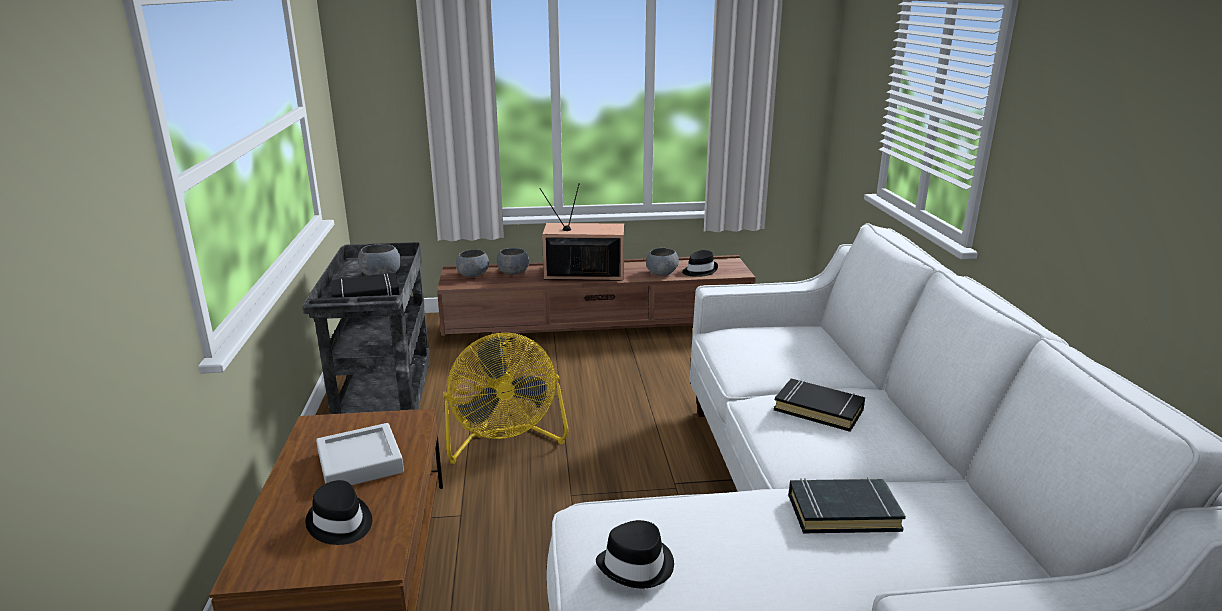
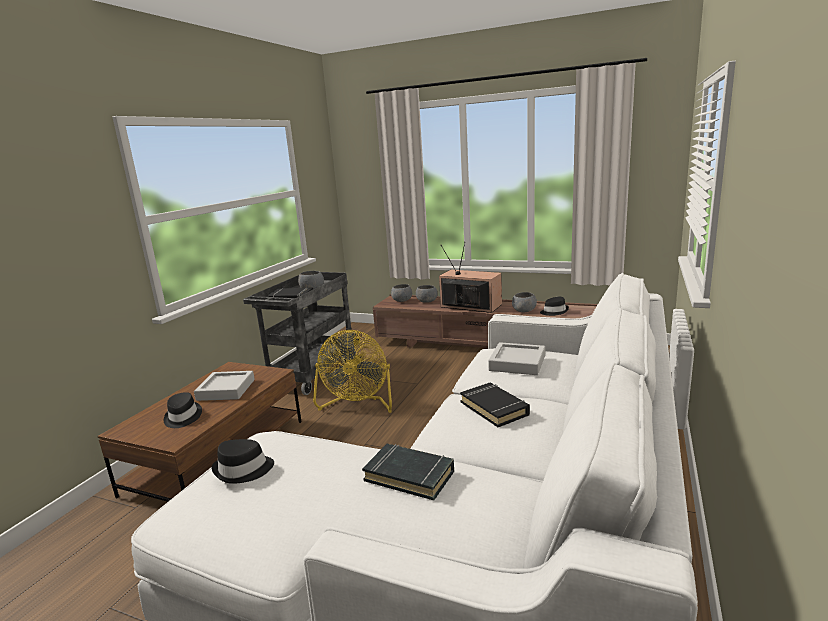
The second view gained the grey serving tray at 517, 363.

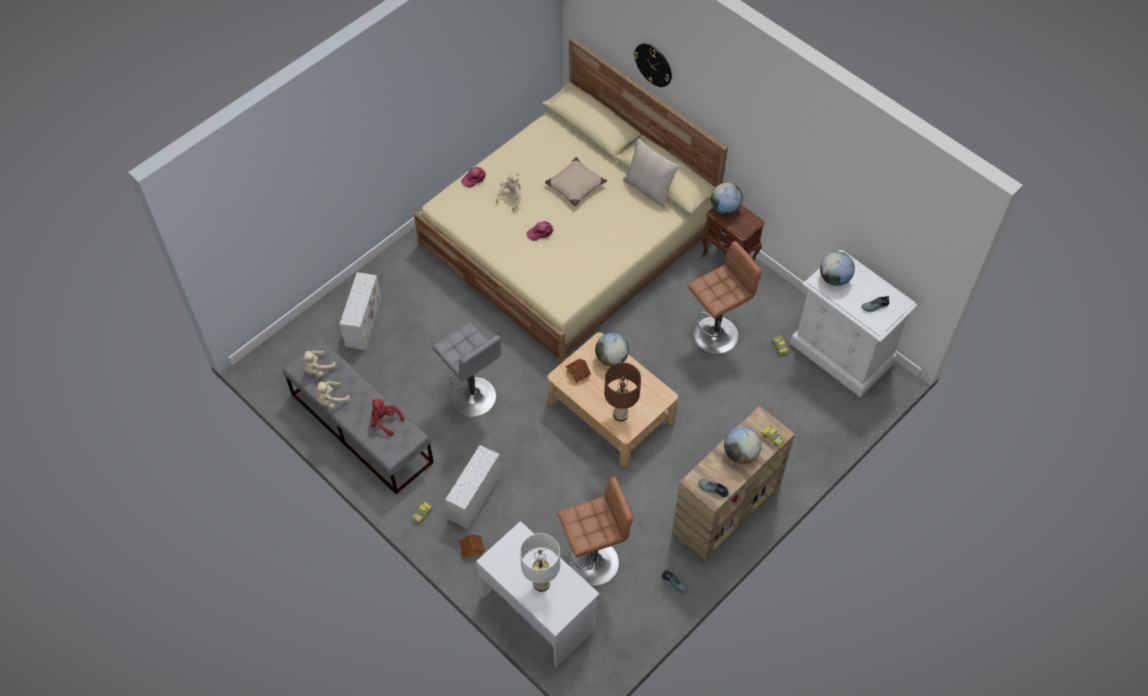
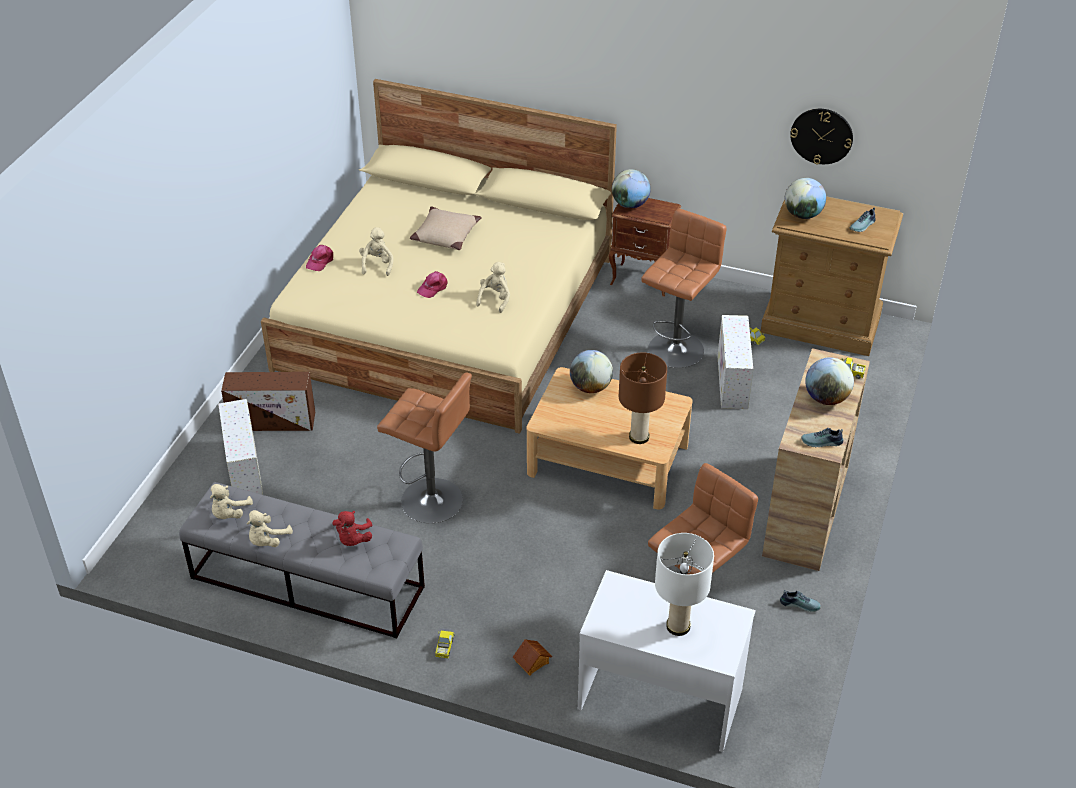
The second view lost the toy house at 578, 373.
The second view lost the beige-coloured throw pillow at 649, 189.
The second view gained the brown-coloured storage bin at 274, 421.
The second view gained the beige-coloured soft toy at 495, 299.
The whitish storage bin ended up elsewhere, having gone from 474, 498 to 732, 382.
The hanging clock ended up elsewhere, having gone from 653, 64 to 821, 136.
What was the grey sitting stool at 473, 397 turned into the brown-coloured sitting stool at 432, 501.
What was the whitish drawer chest at 841, 353 turned into the brown-coloured drawer chest at 821, 324.
The reddish soft toy at 384, 421 ended up facing another way, 90 degrees counterclockwise from before.

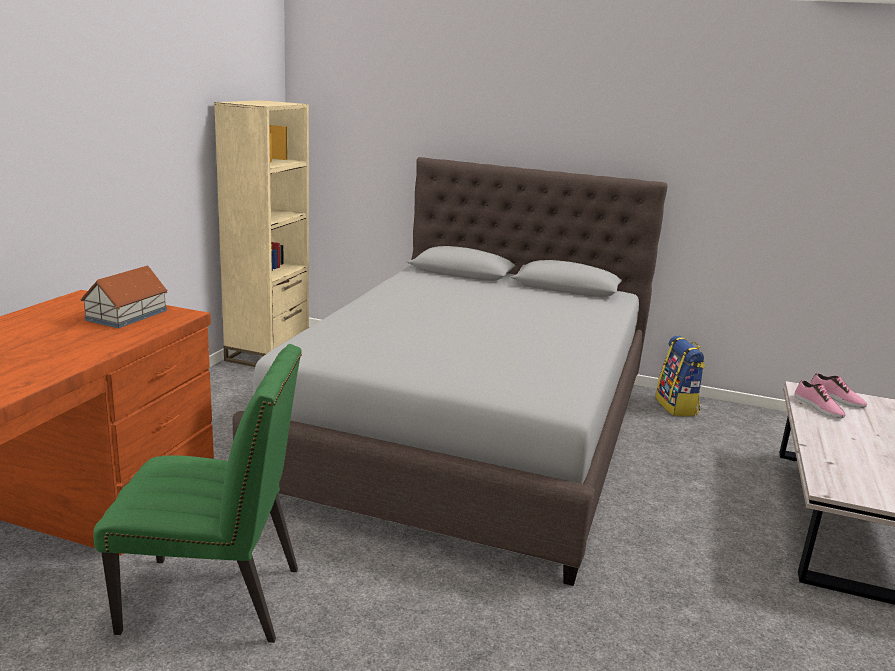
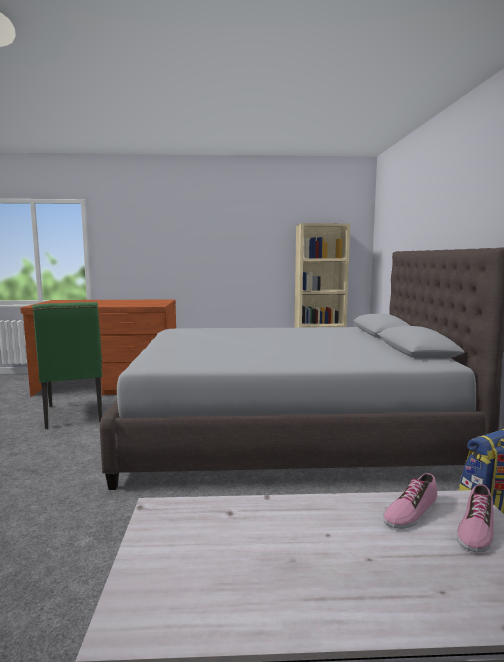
The second view lost the toy house at 127, 315.

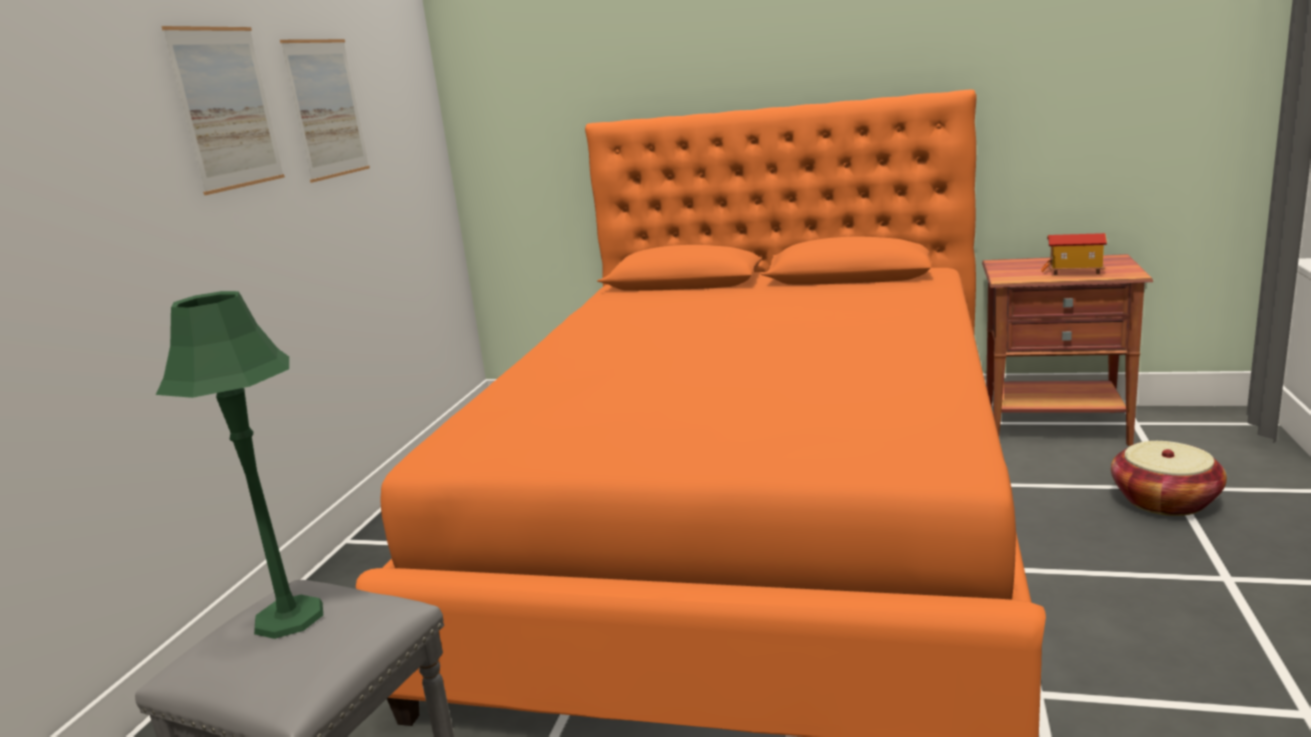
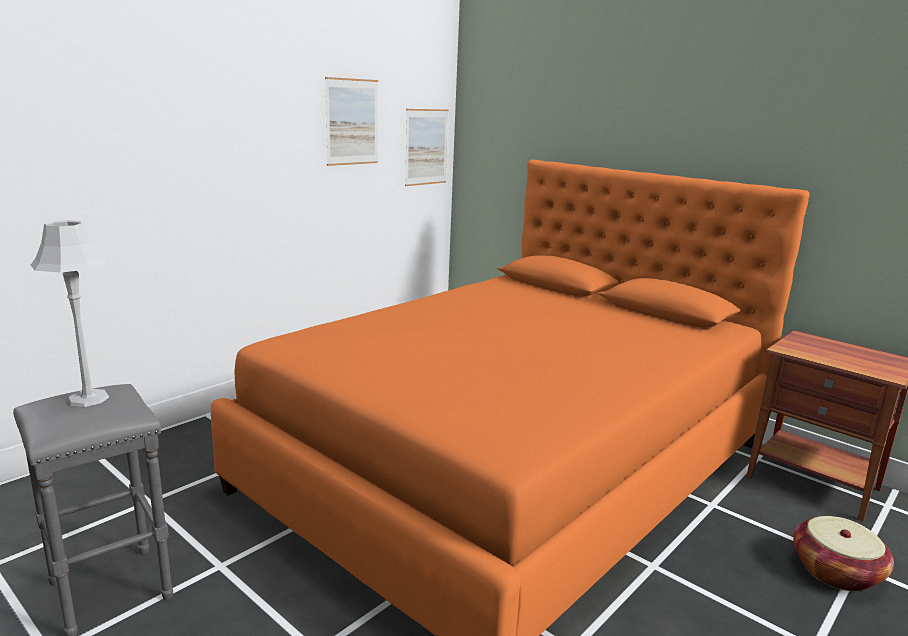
The second view lost the toy house at 1074, 271.
The wall art ended up elsewhere, having gone from 227, 108 to 426, 147.
What was the green tabletop lamp at 289, 618 turned into the grey tabletop lamp at 88, 398.

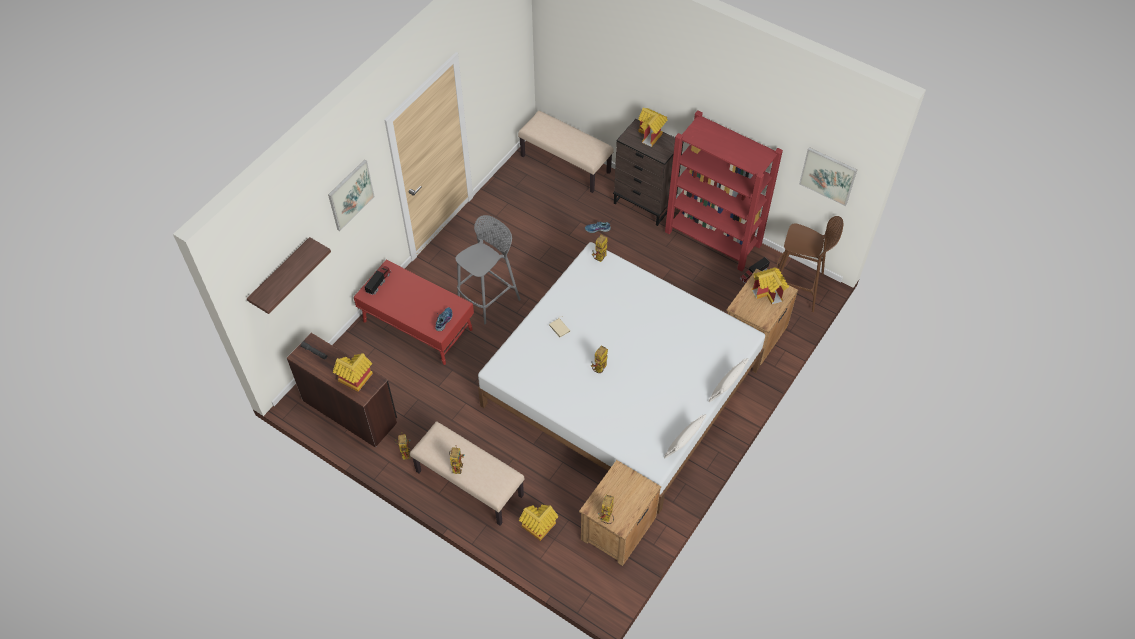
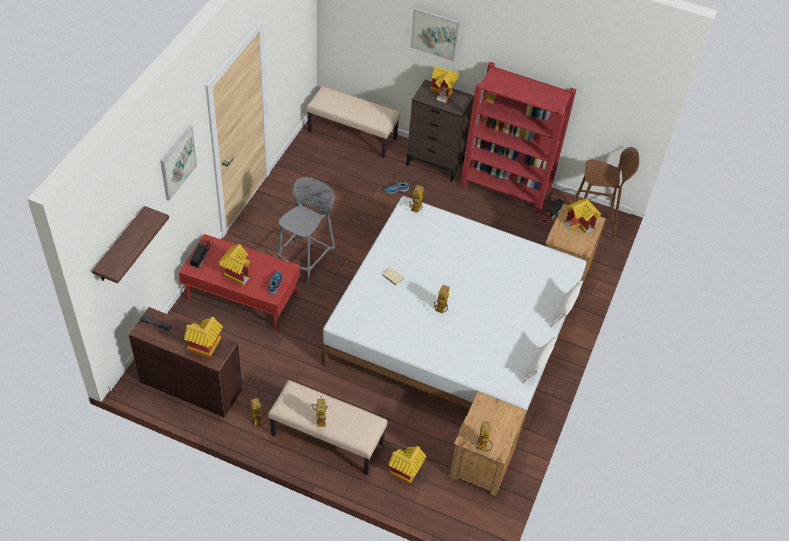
The second view gained the toy house at 236, 273.
The wall art ended up elsewhere, having gone from 828, 176 to 435, 34.

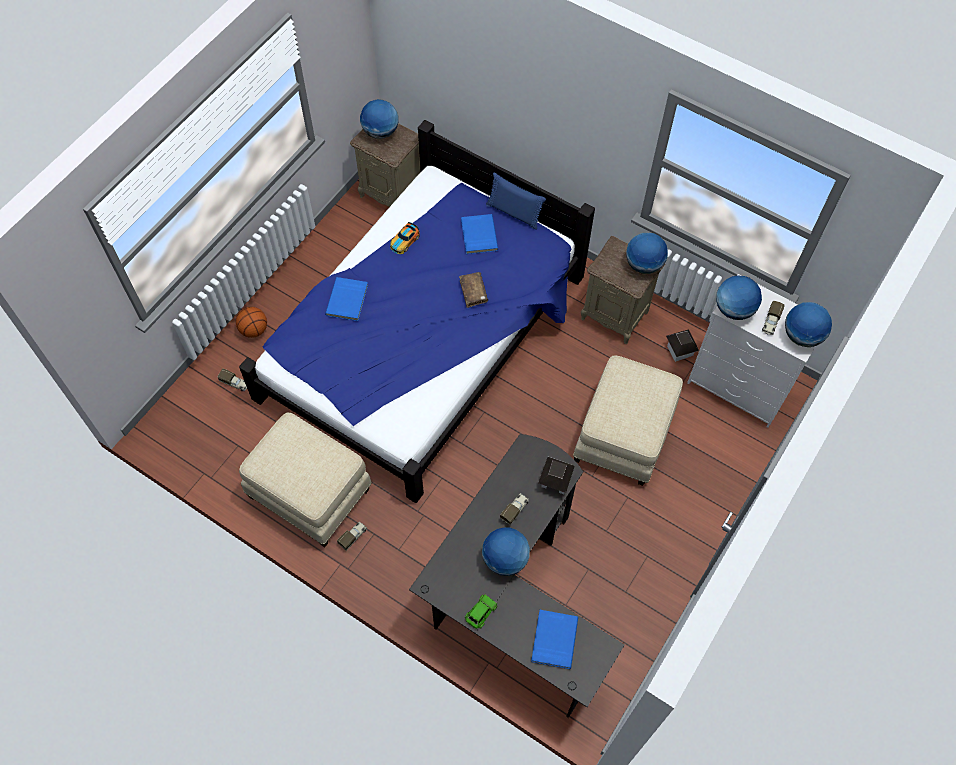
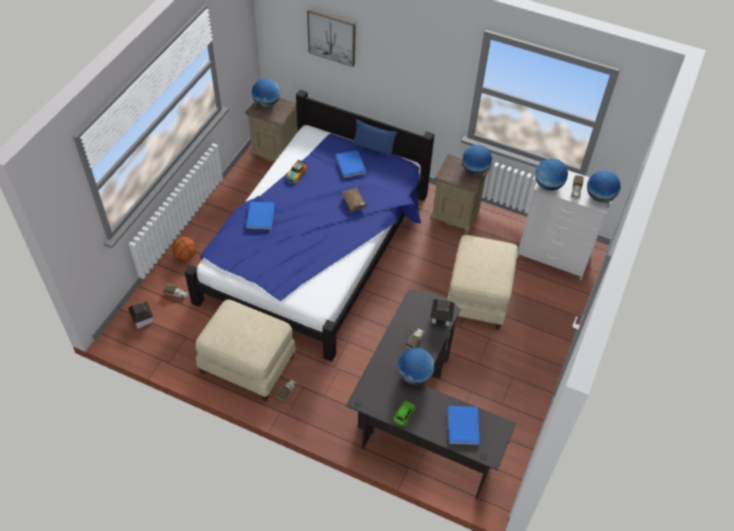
The second view gained the wall art at 332, 37.
The toy house ended up elsewhere, having gone from 680, 350 to 142, 319.

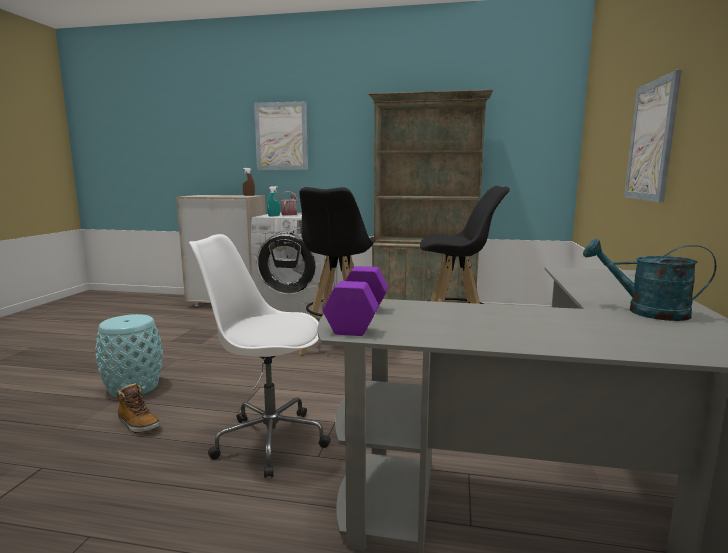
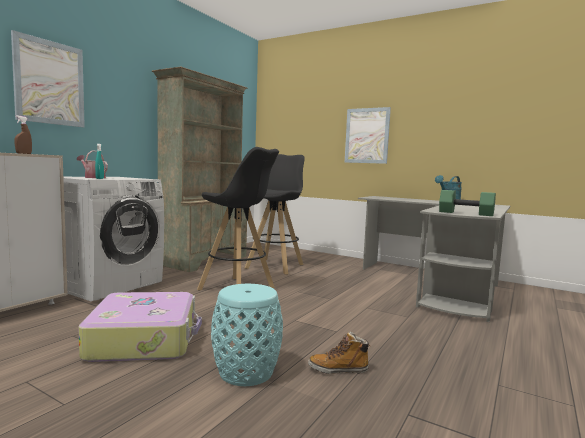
The second view lost the whitish desk chair at 267, 441.
The second view gained the travel case at 145, 339.
What was the purple-coloured hand weight at 357, 319 turned into the green hand weight at 465, 213.
The tall boot at 138, 424 ended up facing another way, 150 degrees counterclockwise from before.

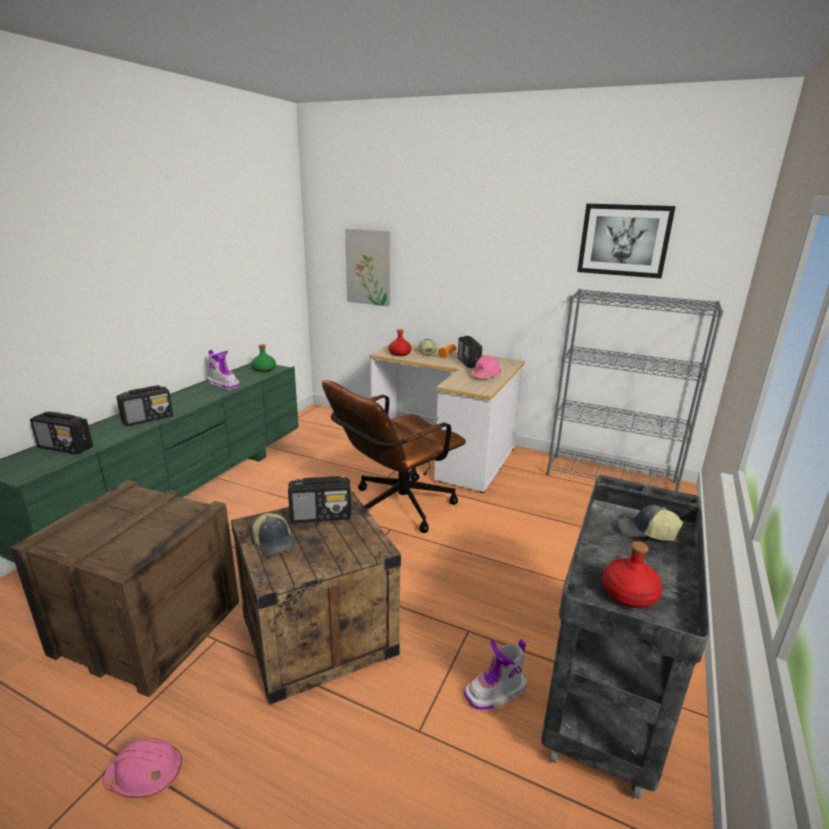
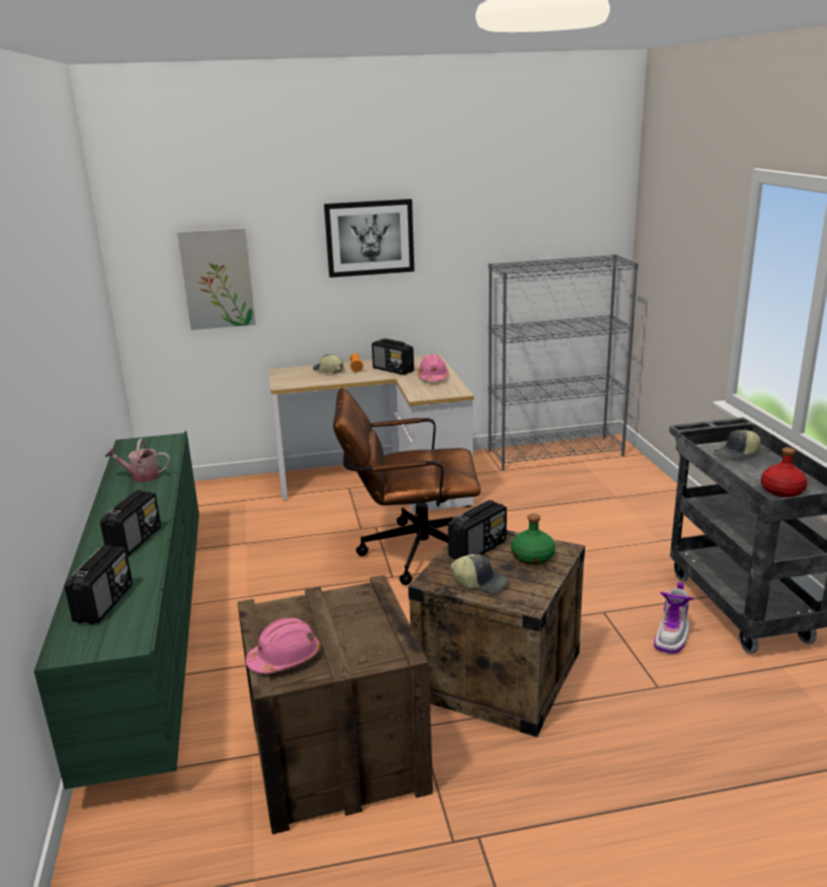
The second view lost the reddish drink bottle at 400, 354.
The pink hard hat ended up elsewhere, having gone from 146, 775 to 285, 658.
The green drink bottle ended up elsewhere, having gone from 264, 369 to 532, 557.
The wall art ended up elsewhere, having gone from 624, 240 to 369, 238.
Where the tall boot stood at 224, 384, the sprinkling can came to stand at 141, 476.
The radio at 66, 447 ended up facing another way, 60 degrees counterclockwise from before.
The brown-coloured desk chair at 394, 507 ended up facing another way, 75 degrees clockwise from before.

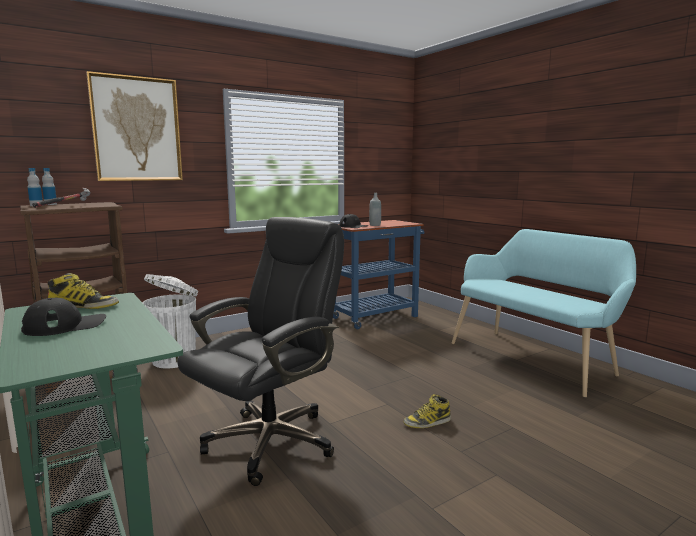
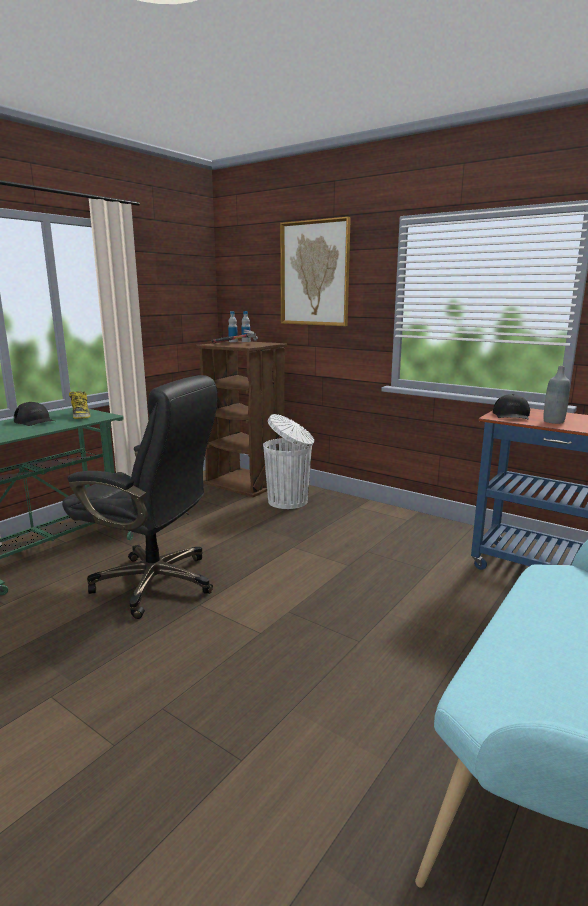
The second view lost the tall boot at 427, 422.

